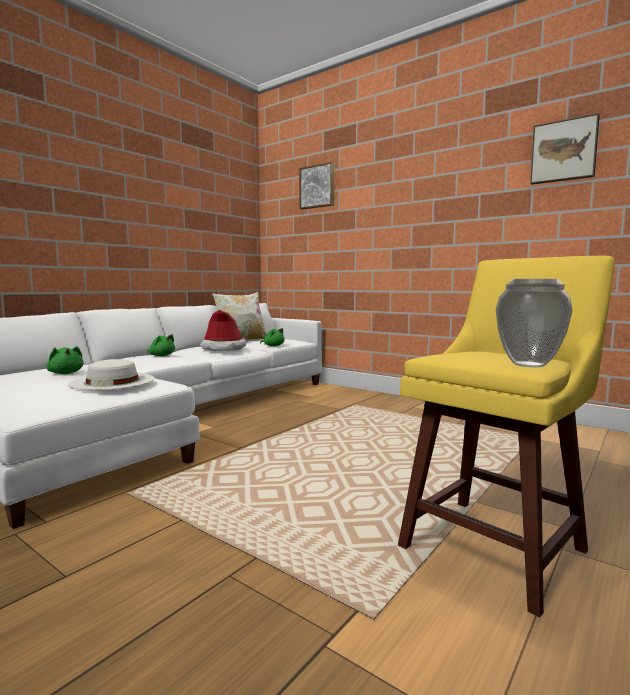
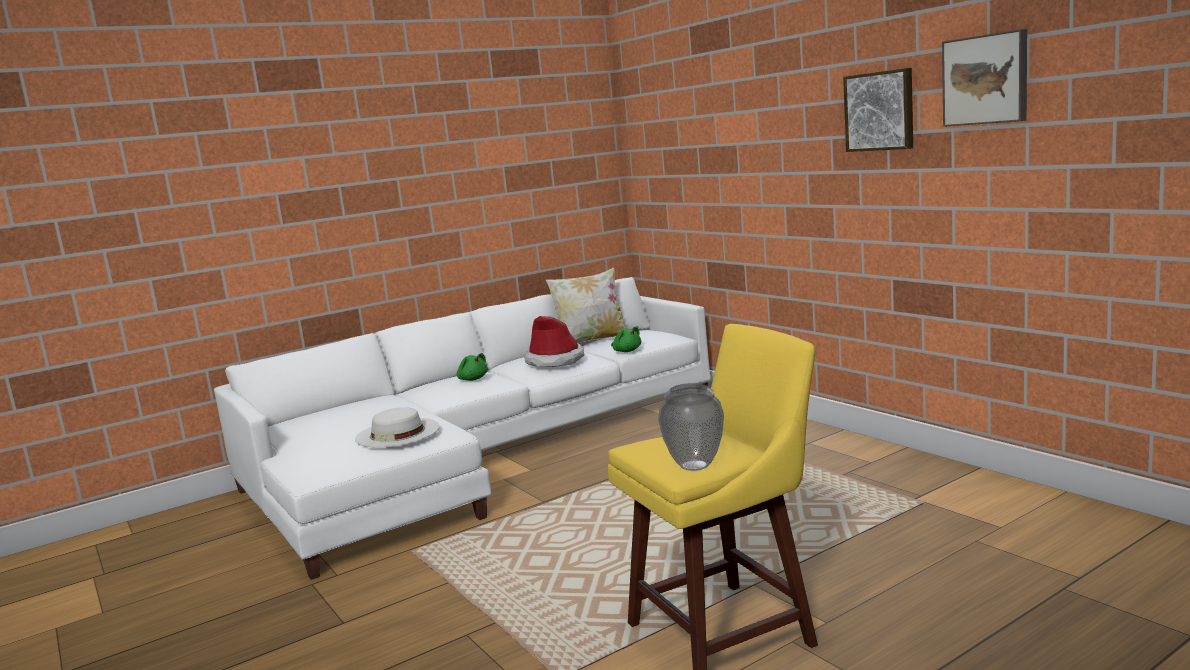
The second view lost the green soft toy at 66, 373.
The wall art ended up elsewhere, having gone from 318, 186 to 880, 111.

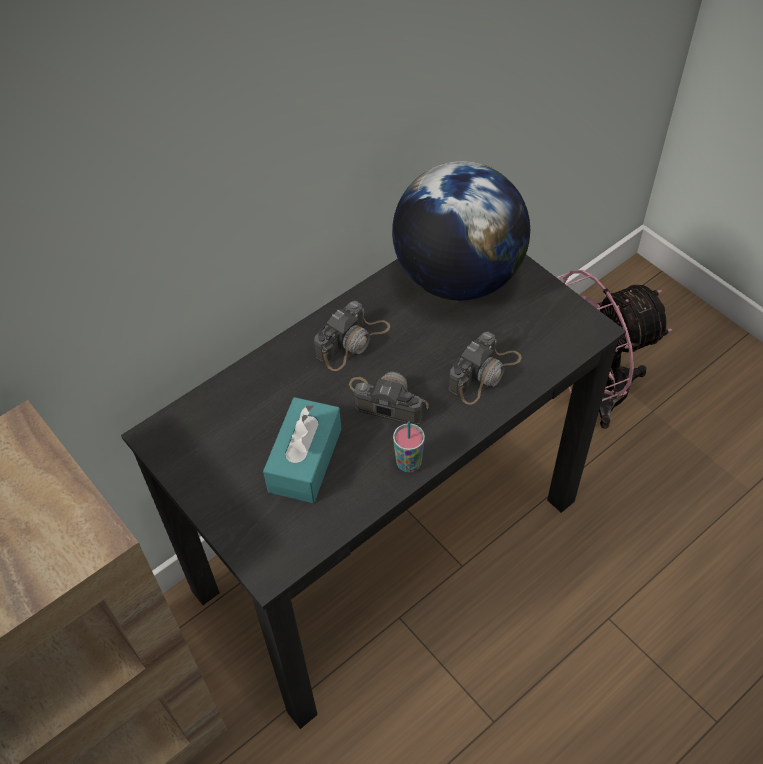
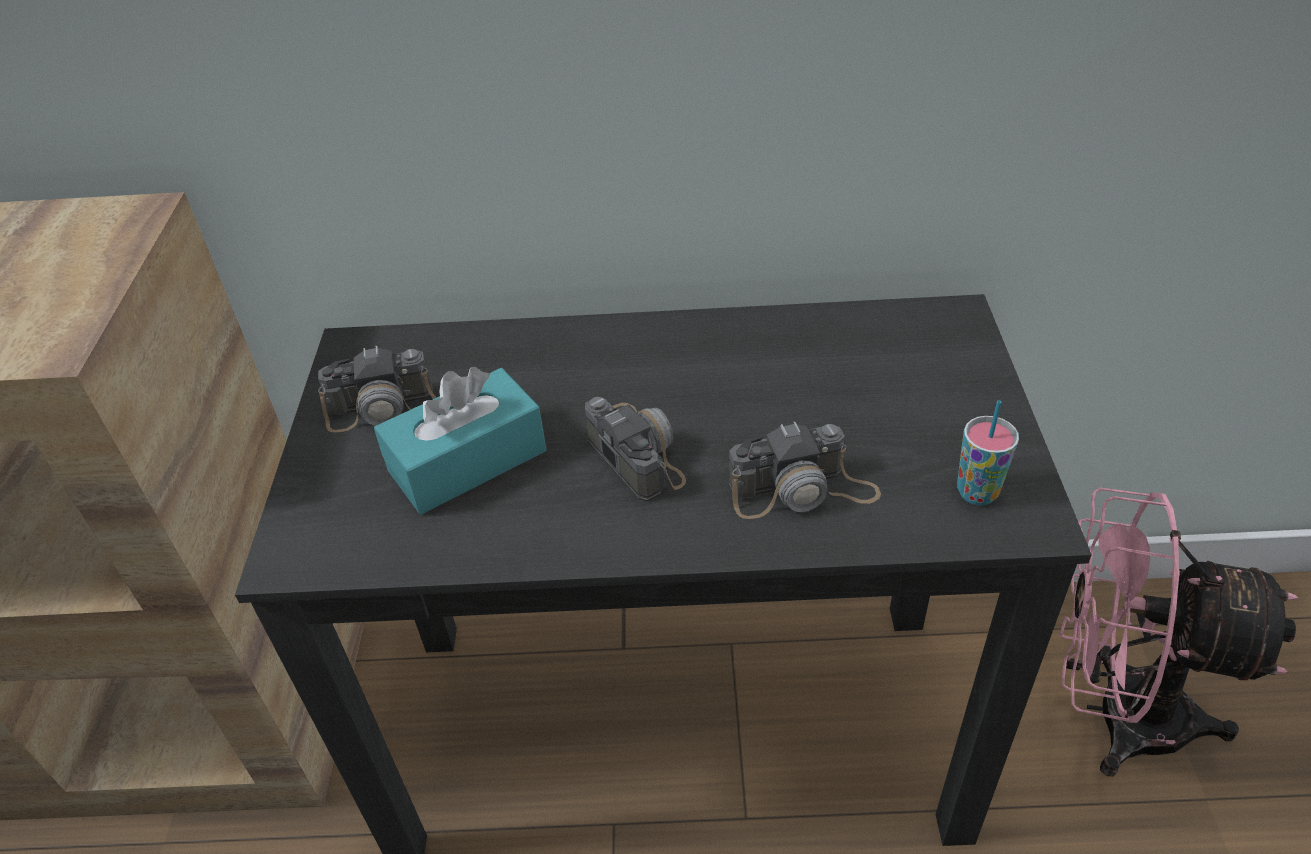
The second view lost the world globe at 458, 278.
The still camera ended up elsewhere, having gone from 352, 341 to 392, 409.
The small cup ended up elsewhere, having gone from 408, 463 to 977, 493.

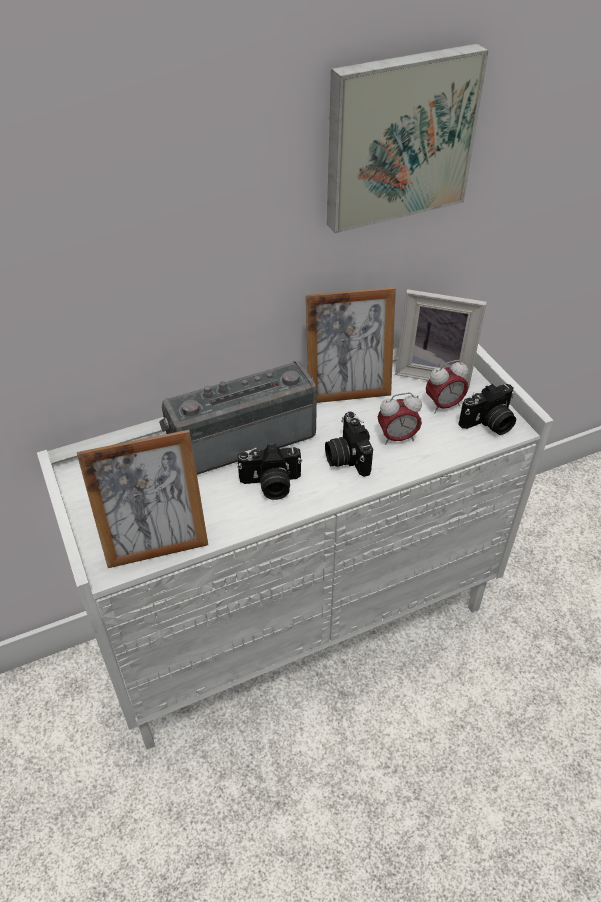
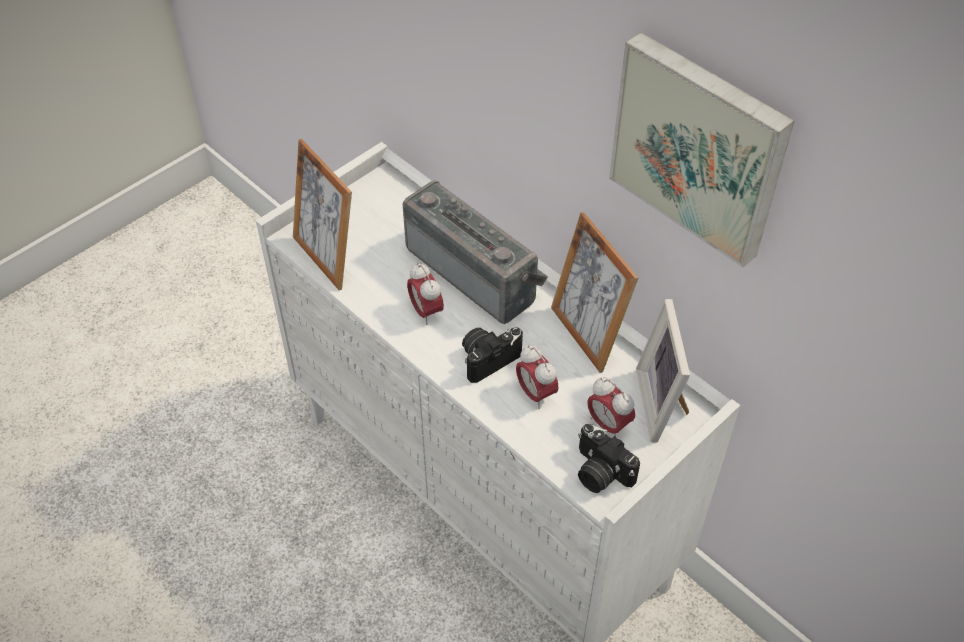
Where the still camera stood at 271, 485, the bedside clock came to stand at 426, 311.

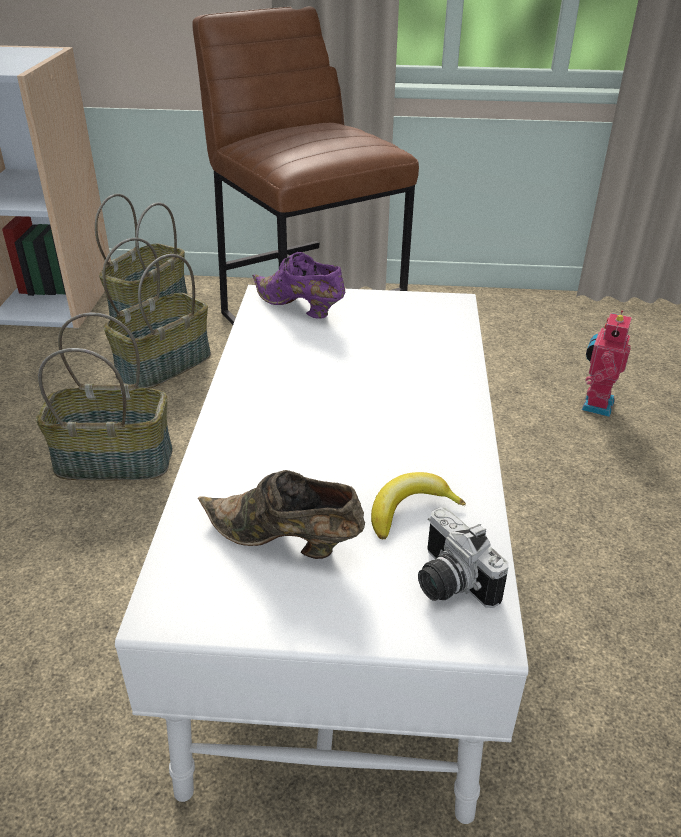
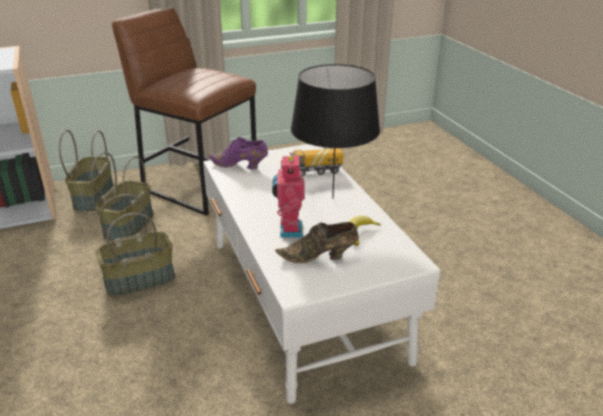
The second view lost the still camera at 447, 582.
The second view gained the blackish tabletop lamp at 333, 199.
The second view gained the model truck at 315, 171.
The model robot ended up elsewhere, having gone from 595, 404 to 289, 230.

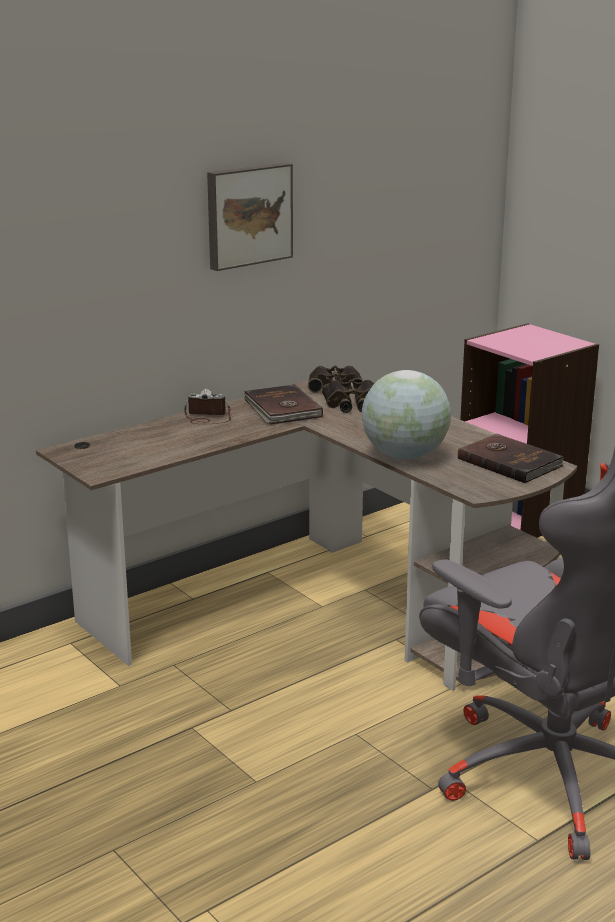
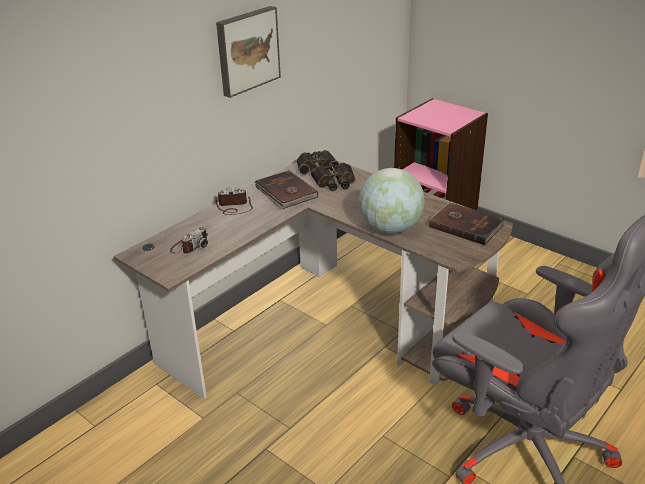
The second view gained the still camera at 190, 246.

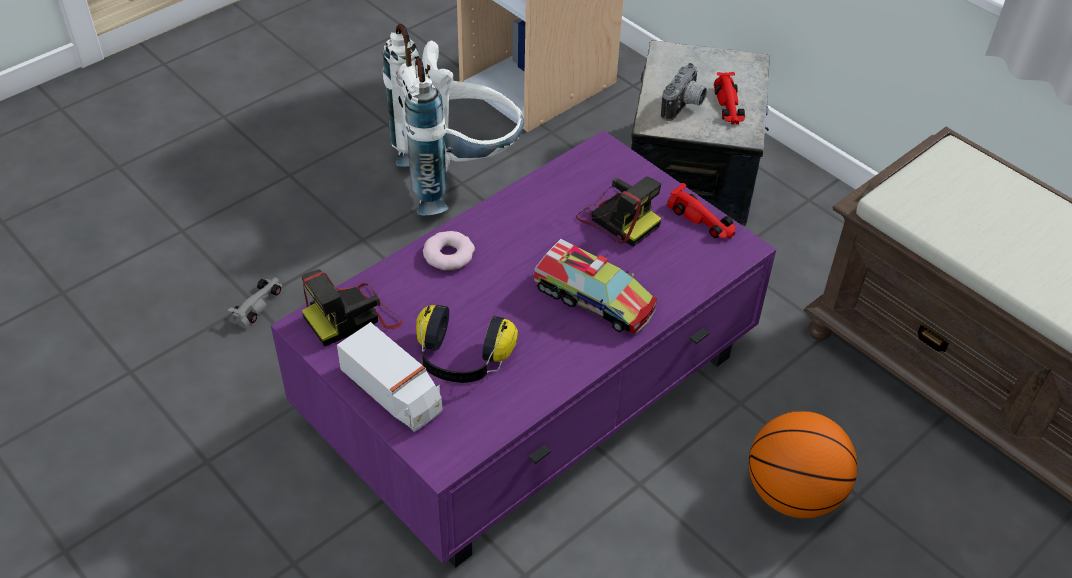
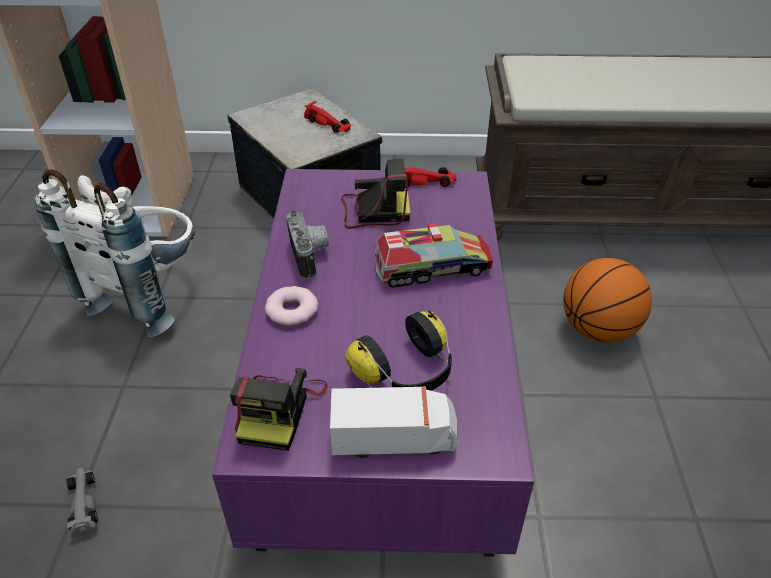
The still camera ended up elsewhere, having gone from 684, 107 to 311, 256.

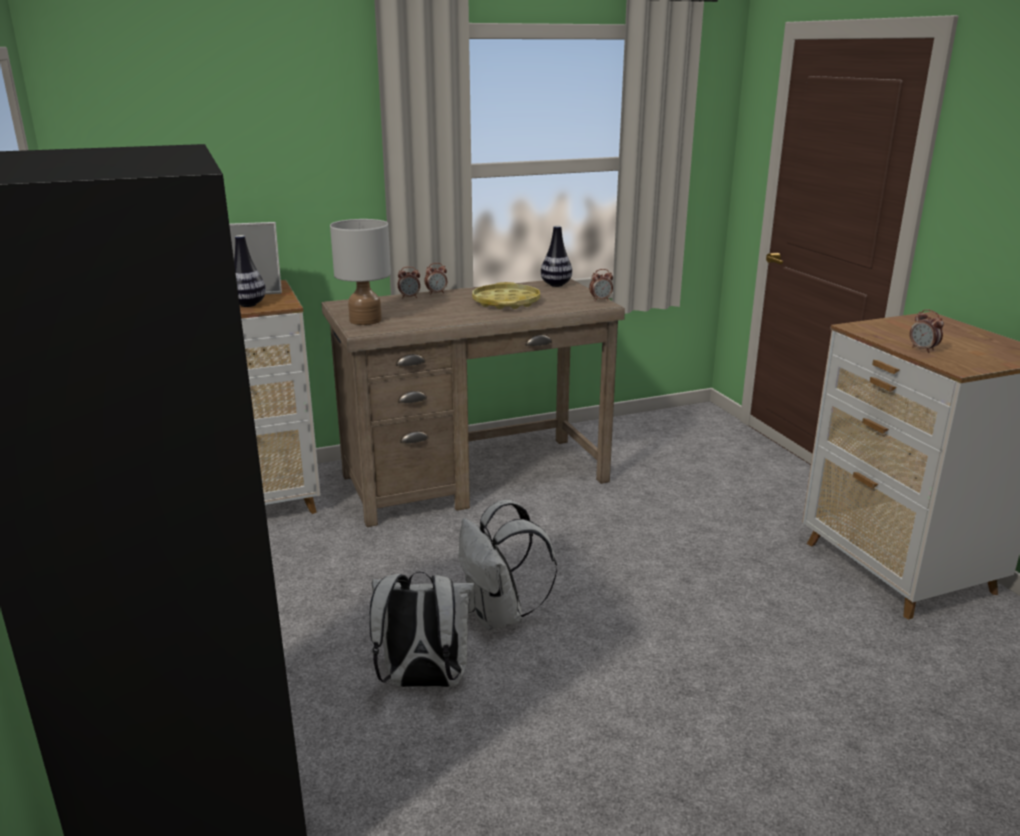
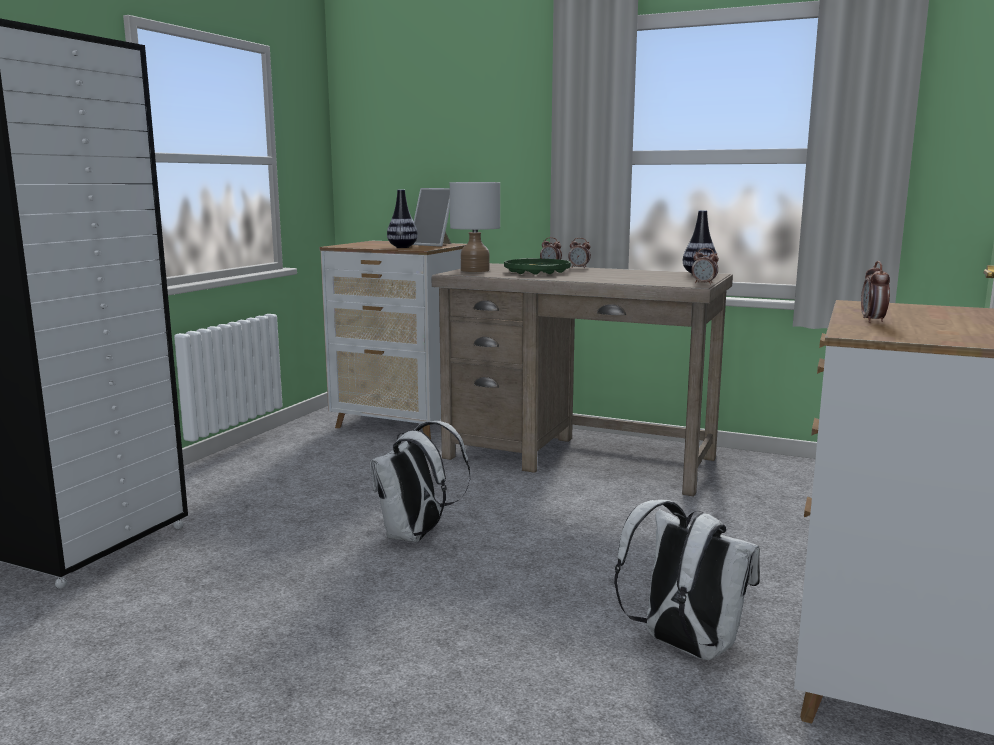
The second view lost the yellowish serving tray at 506, 302.
The second view gained the green serving tray at 537, 272.
The whitish rucksack ended up elsewhere, having gone from 423, 682 to 683, 646.

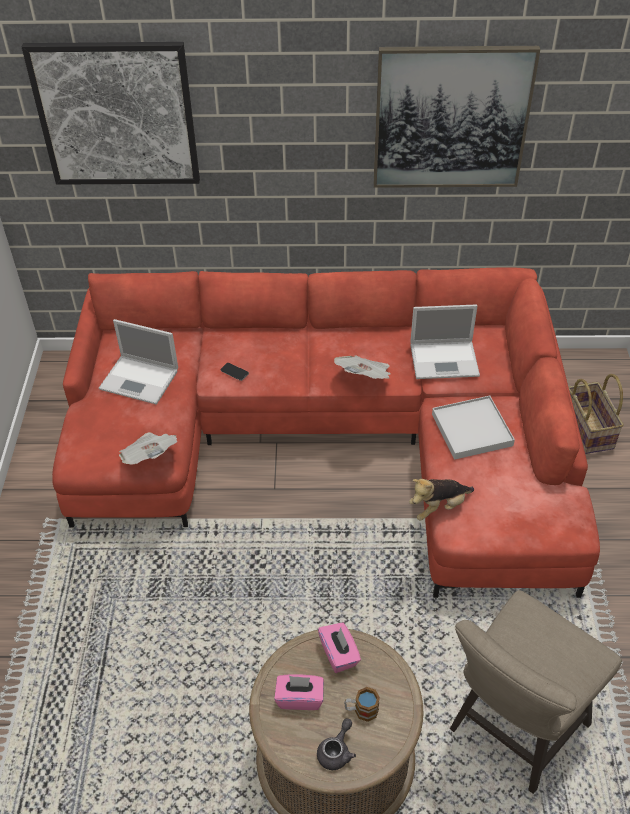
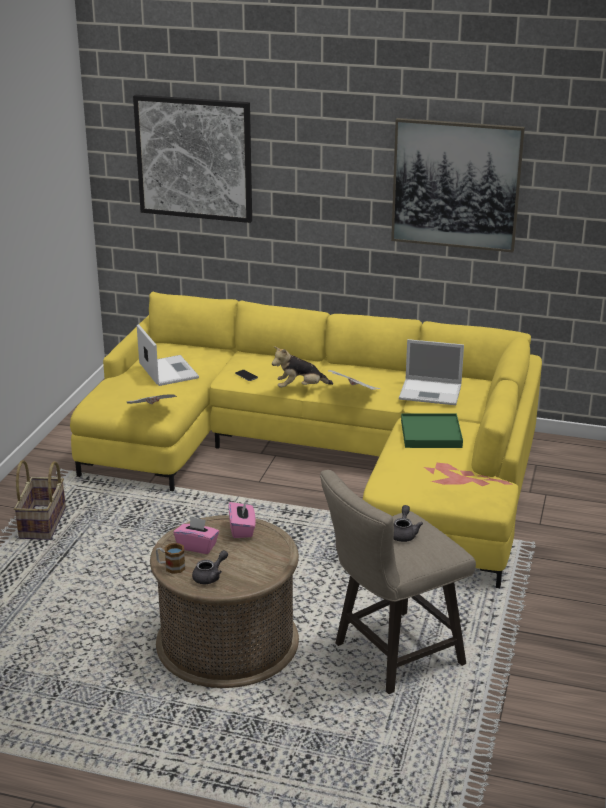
The second view gained the grey teapot at 403, 533.
The mug ended up elsewhere, having gone from 361, 710 to 171, 567.
The soft toy ended up elsewhere, having gone from 438, 507 to 300, 388.
The storage basket ended up elsewhere, having gone from 588, 430 to 43, 523.
What was the reddish sofa at 332, 437 turned into the yellowish sofa at 326, 459.
What was the whitish serving tray at 471, 430 turned into the green serving tray at 430, 434.
The portable computer at 140, 380 ended up facing another way, 150 degrees counterclockwise from before.

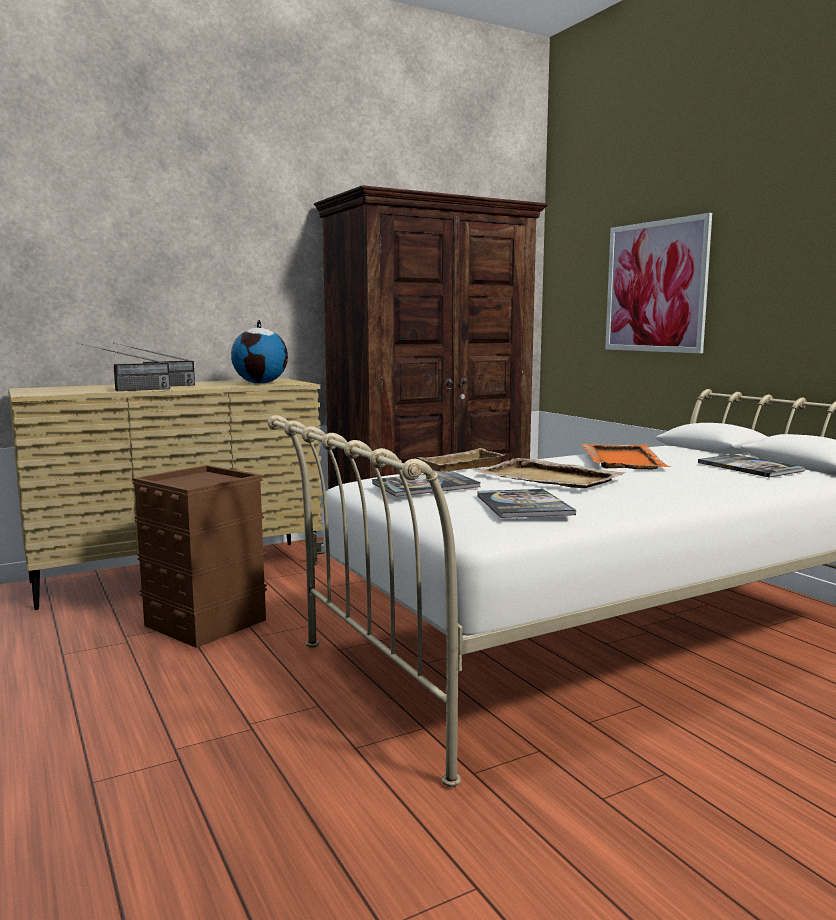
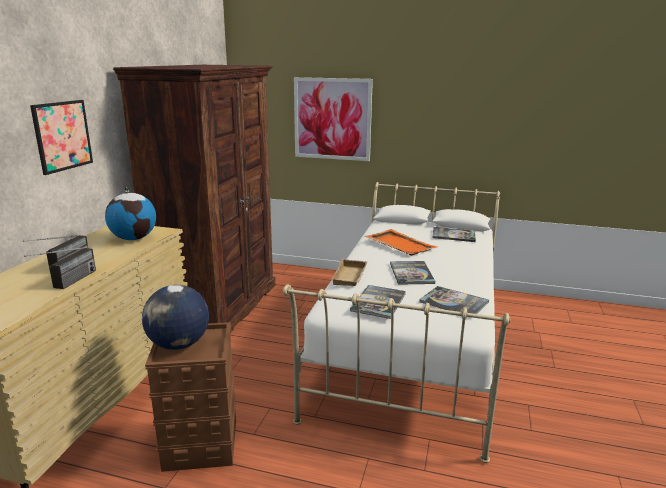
The second view gained the wall art at 62, 136.
The second view gained the world globe at 178, 345.
Where the beige-coloured serving tray stood at 549, 478, the book came to stand at 411, 273.

